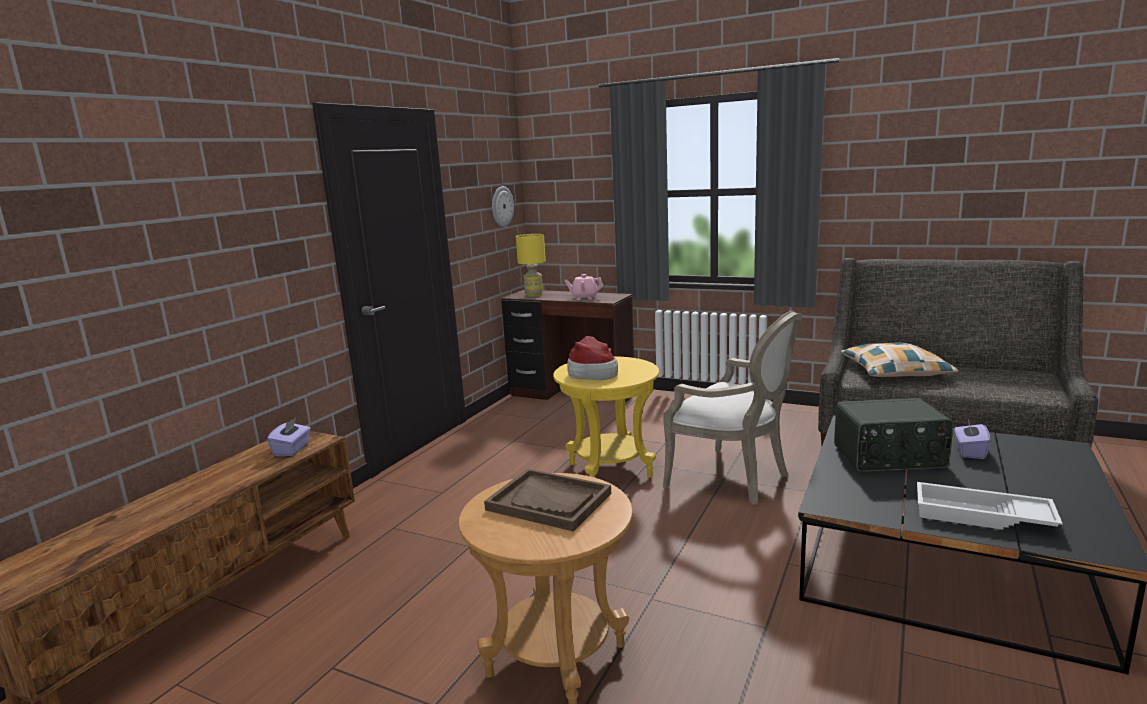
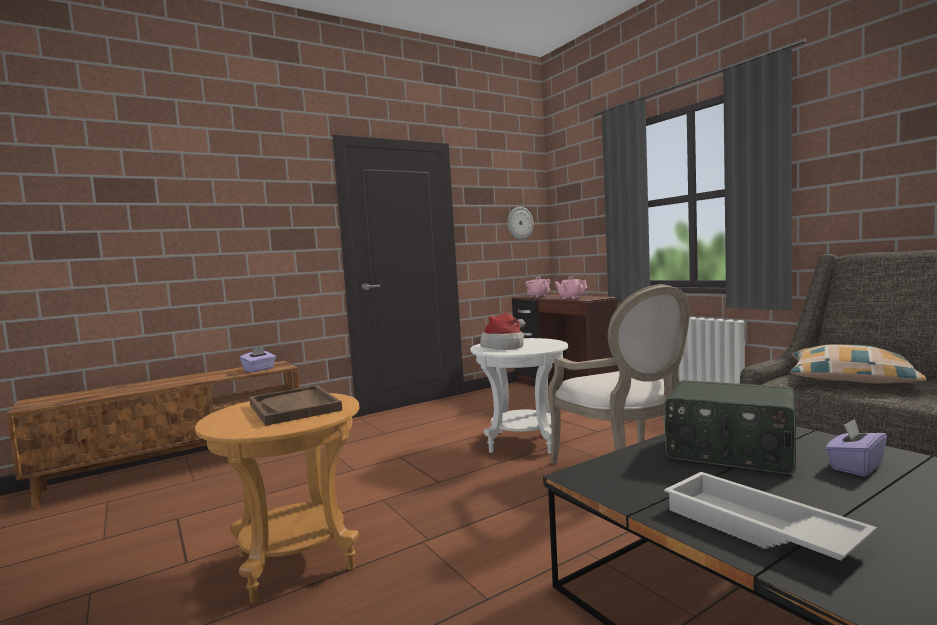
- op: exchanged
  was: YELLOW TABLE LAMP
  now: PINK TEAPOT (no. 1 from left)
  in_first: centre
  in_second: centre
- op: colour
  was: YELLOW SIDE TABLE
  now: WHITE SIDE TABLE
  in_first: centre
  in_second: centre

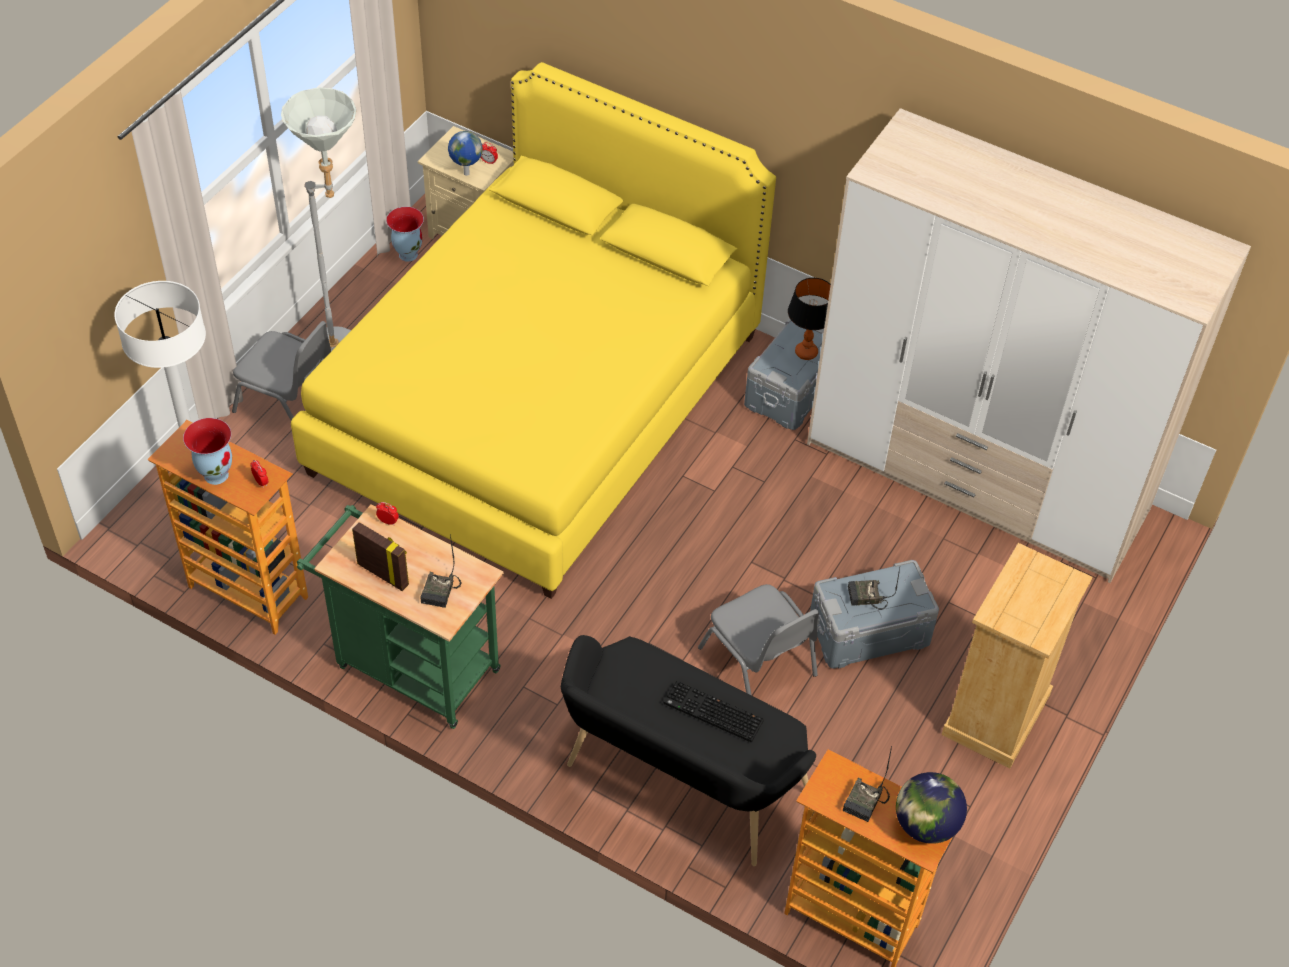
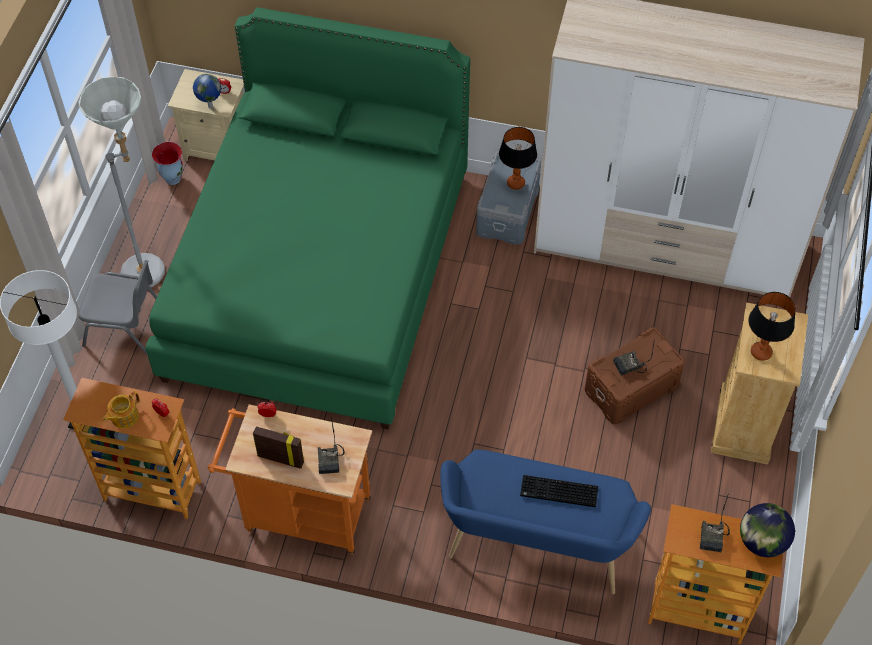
- op: missing
  was: GREY CHAIR (no. 2 from left)
  in_first: centre
- op: appeared
  now: TABLE LAMP (no. 2 from left)
  in_second: middle right
- op: exchanged
  was: VASE (no. 1 from left)
  now: TEAPOT
  in_first: middle left
  in_second: middle left
- op: colour
  was: YELLOW BED
  now: GREEN BED
  in_first: centre
  in_second: centre
- op: colour
  was: GREEN CART
  now: ORANGE CART
  in_first: middle left
  in_second: bottom left
- op: colour
  was: BLACK BENCH
  now: BLUE BENCH
  in_first: bottom centre
  in_second: bottom centre
- op: colour
  was: GREY STORAGE BOX (no. 2 from left)
  now: BROWN STORAGE BOX
  in_first: middle right
  in_second: middle right

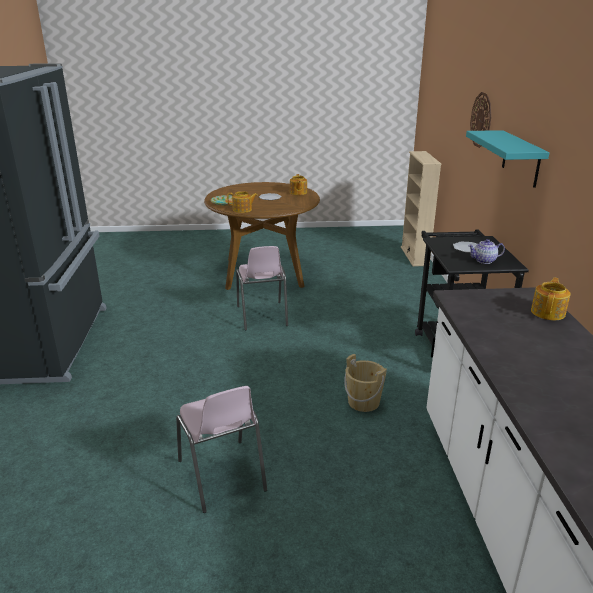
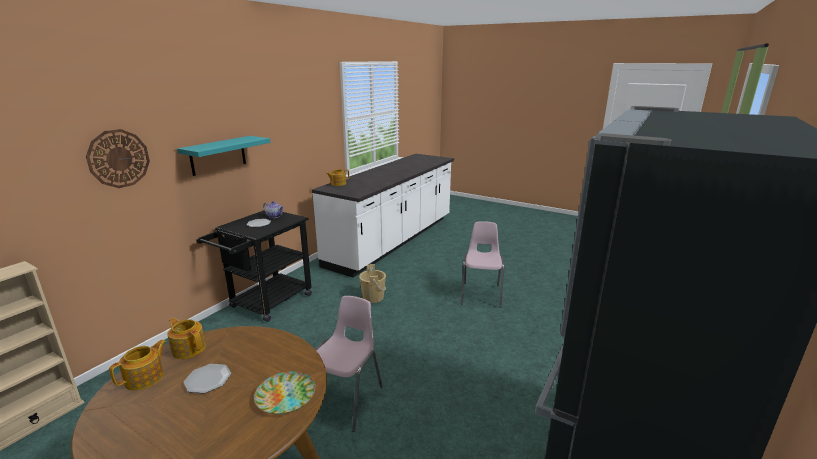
- op: relocated
  was: TEAPOT (no. 1 from left in the first image)
  now: TEAPOT (no. 2 from left)
  in_first: centre
  in_second: bottom left

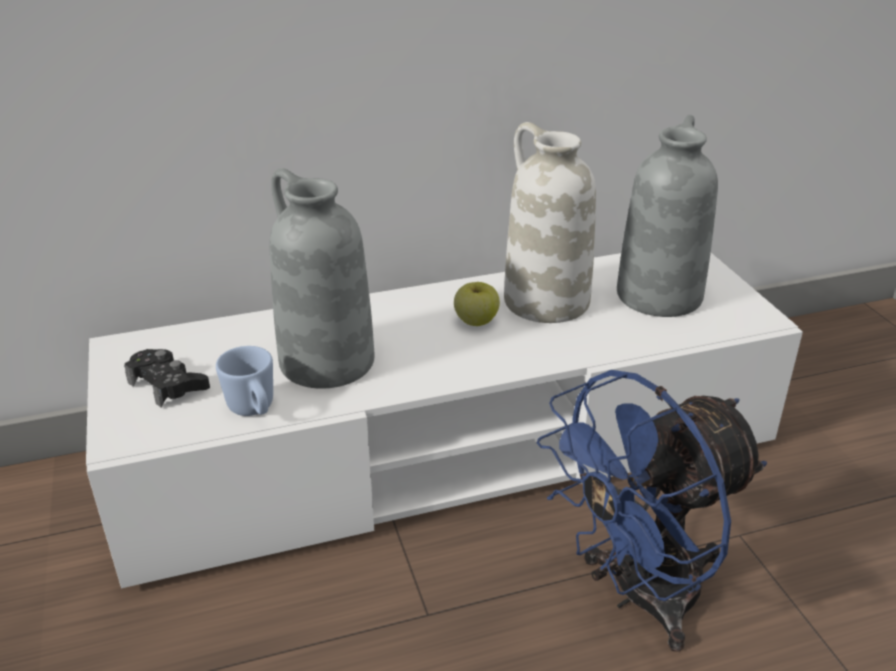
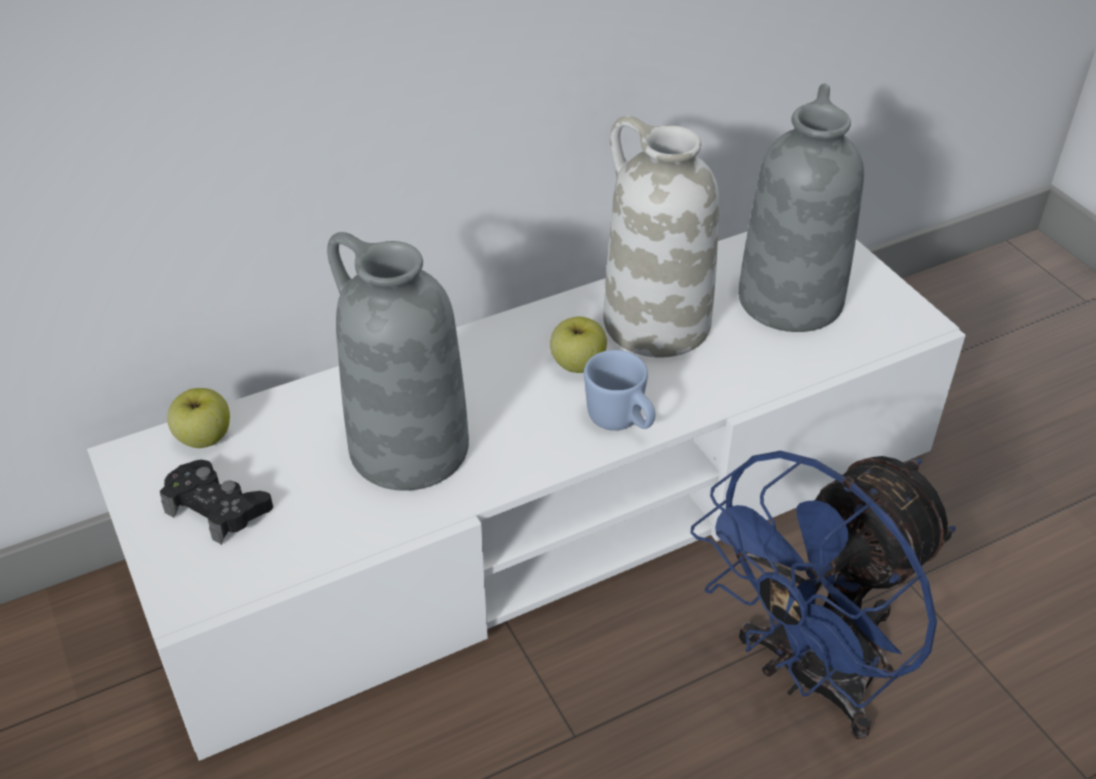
- op: appeared
  now: APPLE (no. 1 from left)
  in_second: middle left
- op: relocated
  was: BLUE MUG
  in_first: middle left
  in_second: centre

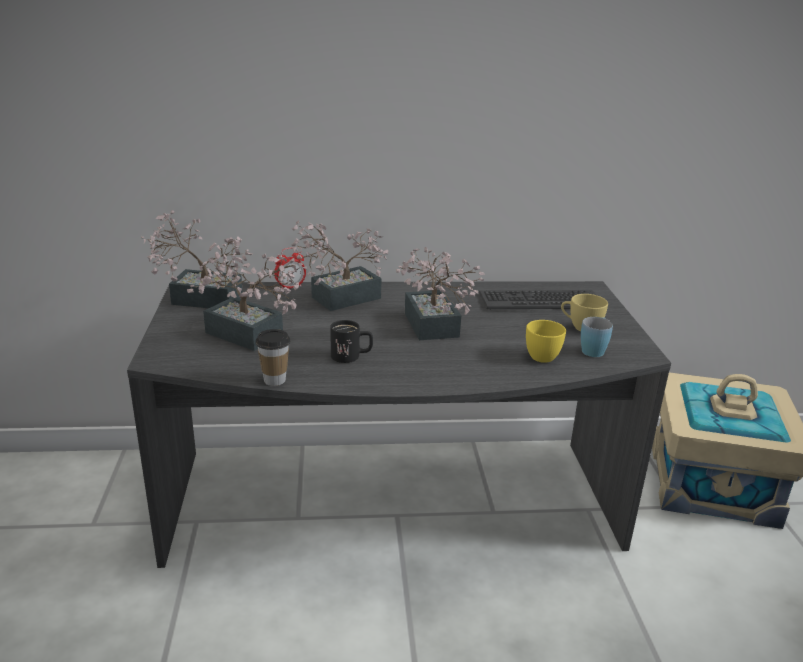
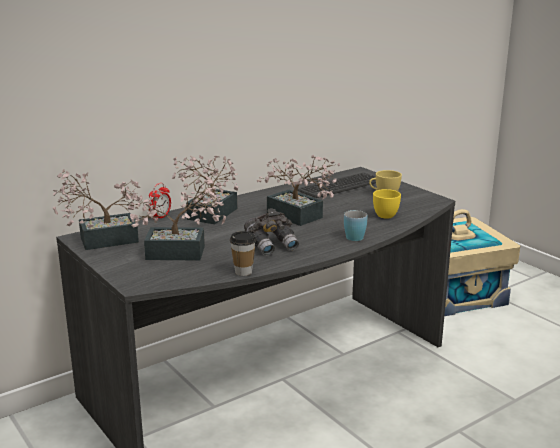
- op: relocated
  was: BLUE MUG
  in_first: middle right
  in_second: centre
- op: exchanged
  was: BLACK MUG
  now: GREY BINOCULARS
  in_first: centre
  in_second: centre

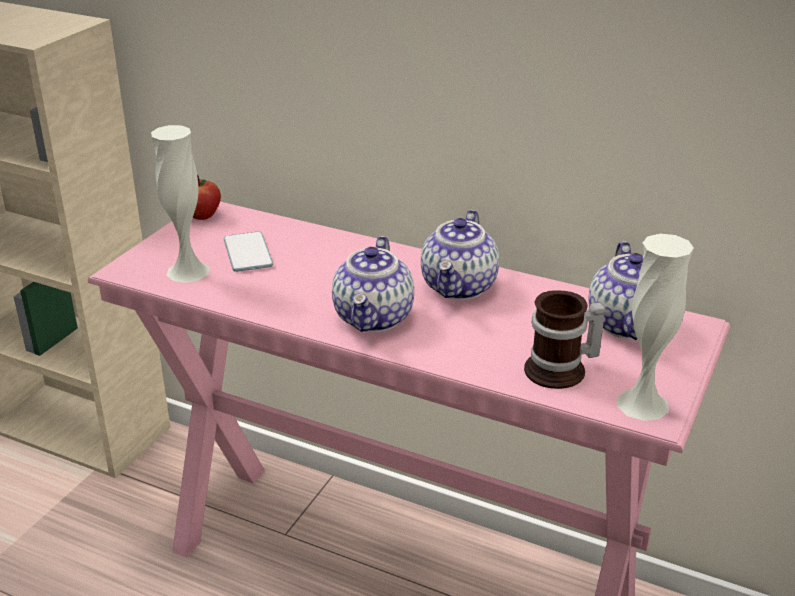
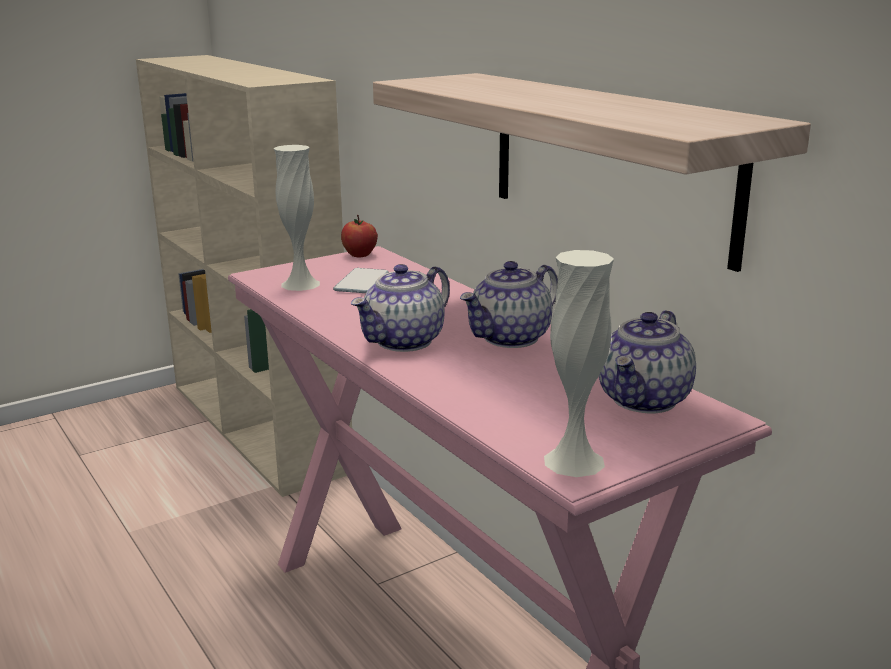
- op: missing
  was: MUG
  in_first: middle right
- op: appeared
  now: SHELF
  in_second: top centre

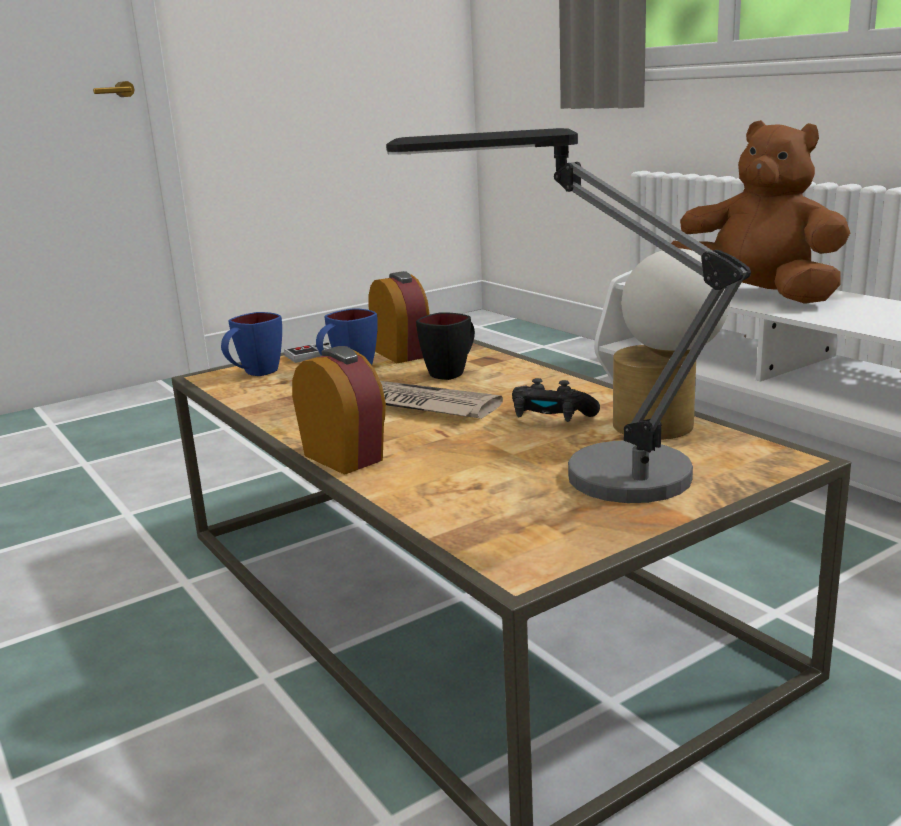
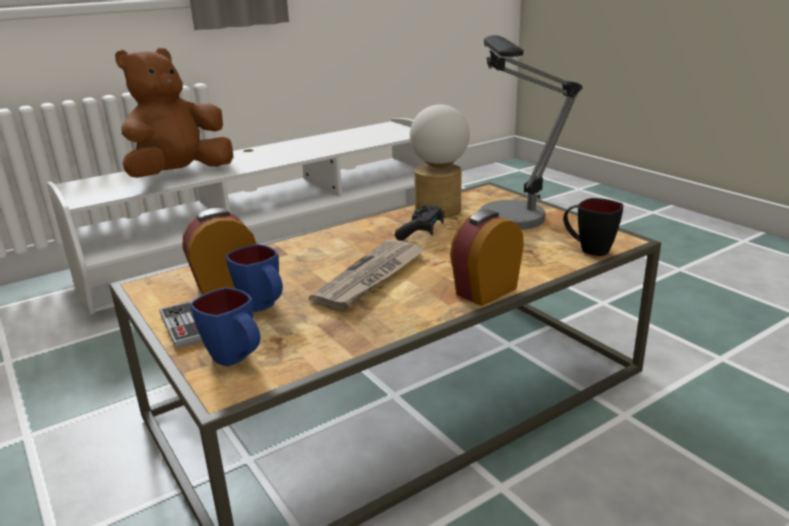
- op: relocated
  was: BLACK MUG
  in_first: centre
  in_second: middle right

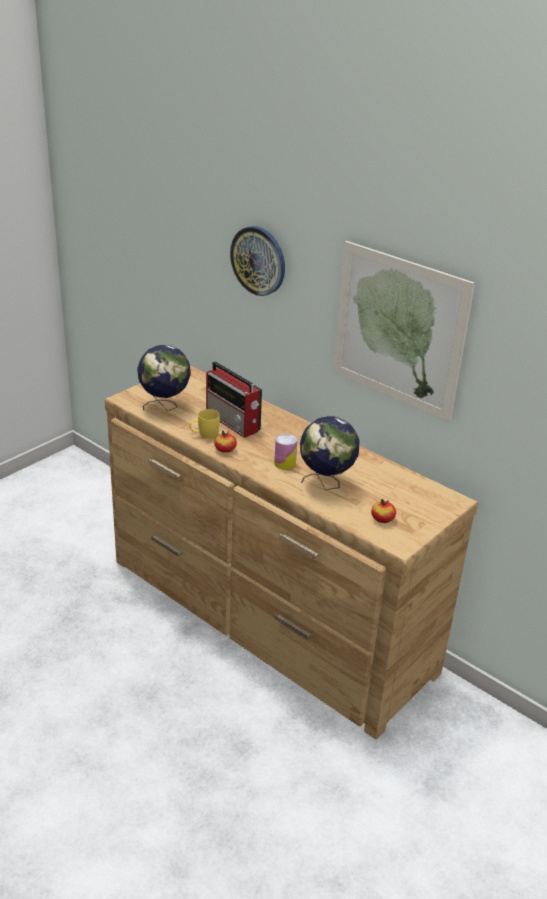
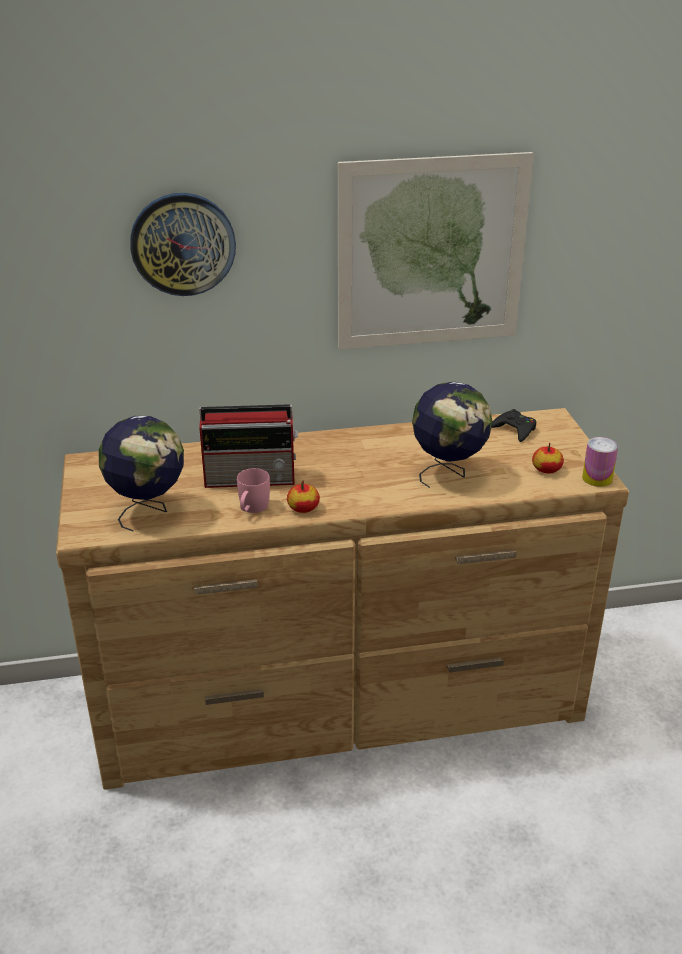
- op: appeared
  now: BLACK GAME CONTROLLER
  in_second: middle right
- op: relocated
  was: CAN
  in_first: centre
  in_second: middle right
- op: colour
  was: YELLOW MUG
  now: PINK MUG
  in_first: centre
  in_second: centre

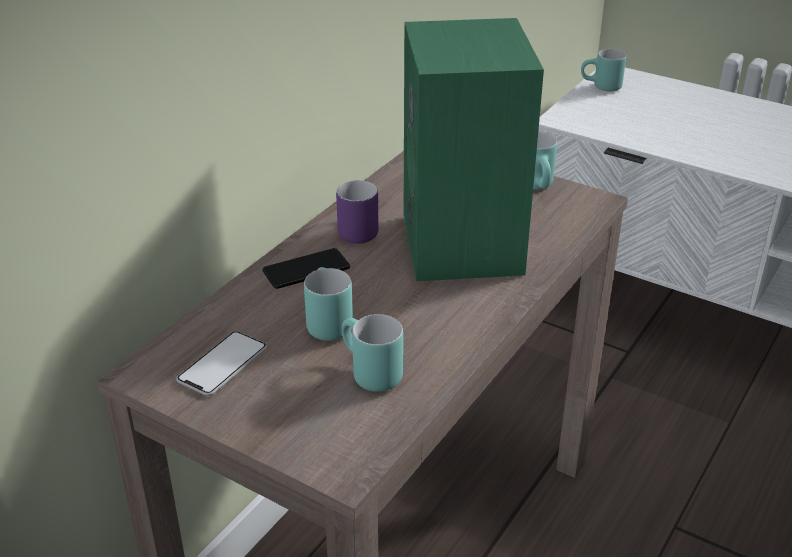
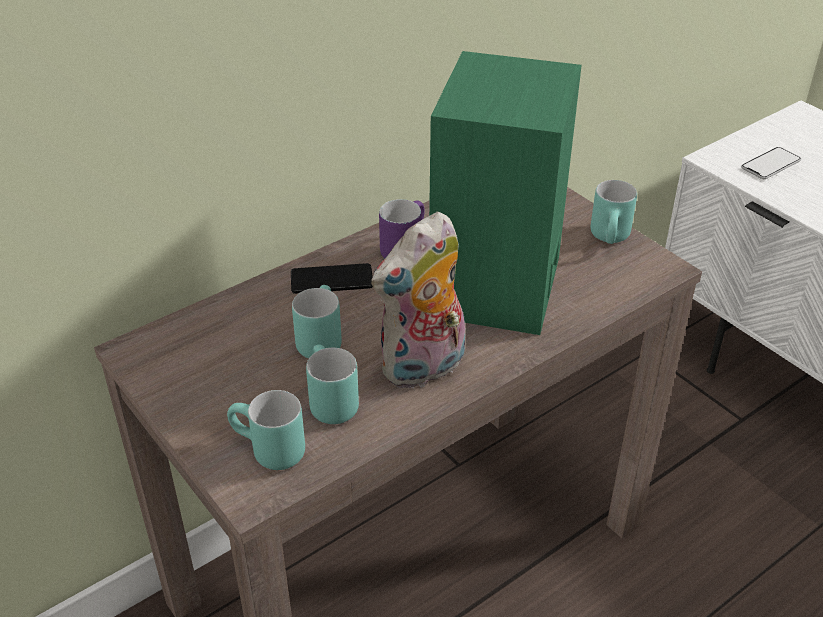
- op: appeared
  now: PLUSH TOY
  in_second: centre
- op: relocated
  was: PHONE (no. 1 from left in the first image)
  now: PHONE (no. 2 from left)
  in_first: middle left
  in_second: top right
- op: relocated
  was: TURQUOISE MUG (no. 4 from left in the first image)
  now: TURQUOISE MUG (no. 1 from left)
  in_first: top right
  in_second: bottom left

